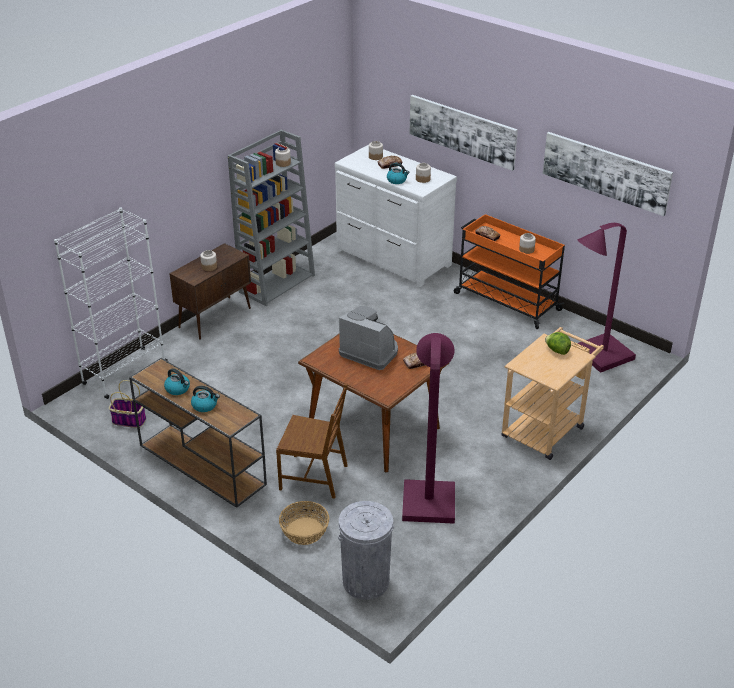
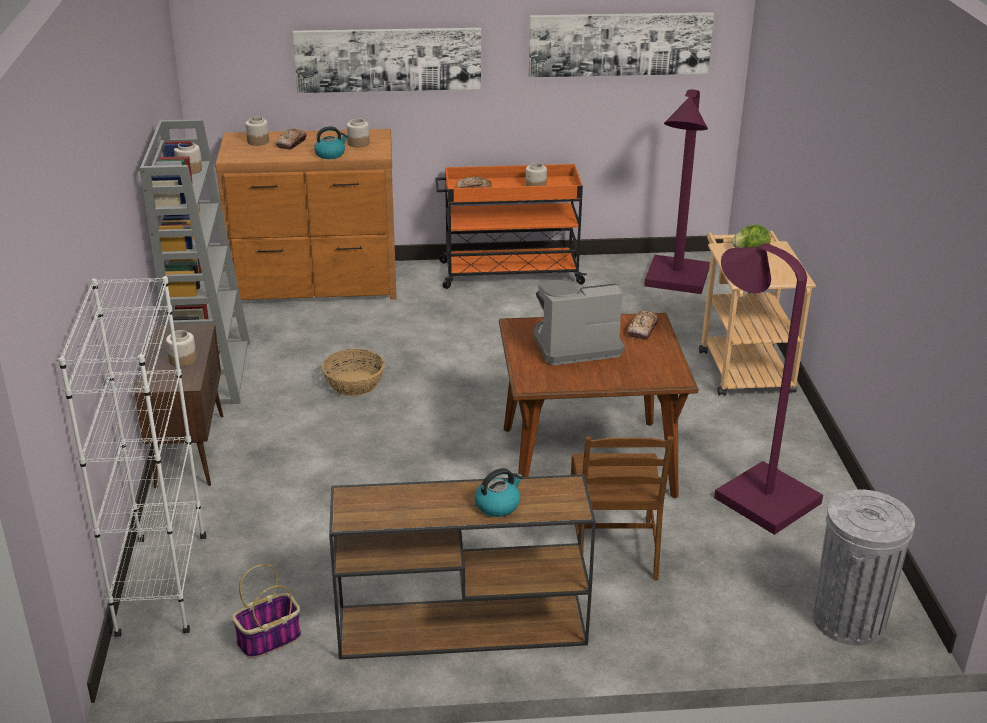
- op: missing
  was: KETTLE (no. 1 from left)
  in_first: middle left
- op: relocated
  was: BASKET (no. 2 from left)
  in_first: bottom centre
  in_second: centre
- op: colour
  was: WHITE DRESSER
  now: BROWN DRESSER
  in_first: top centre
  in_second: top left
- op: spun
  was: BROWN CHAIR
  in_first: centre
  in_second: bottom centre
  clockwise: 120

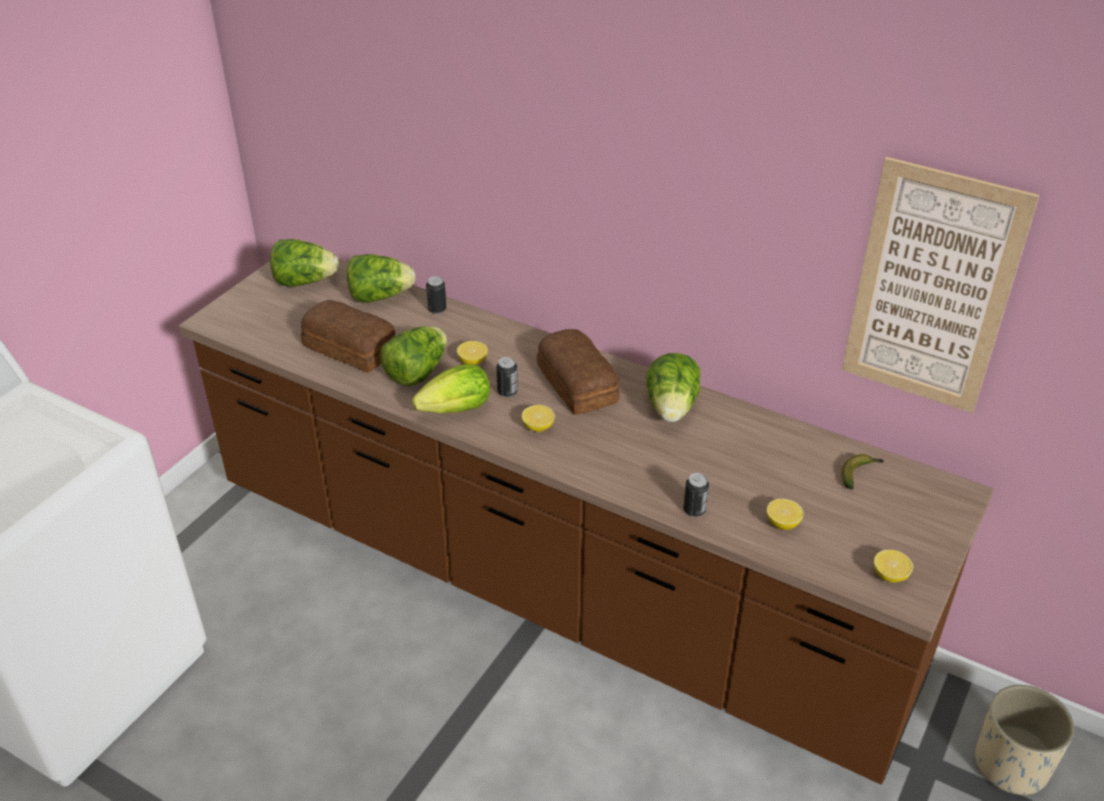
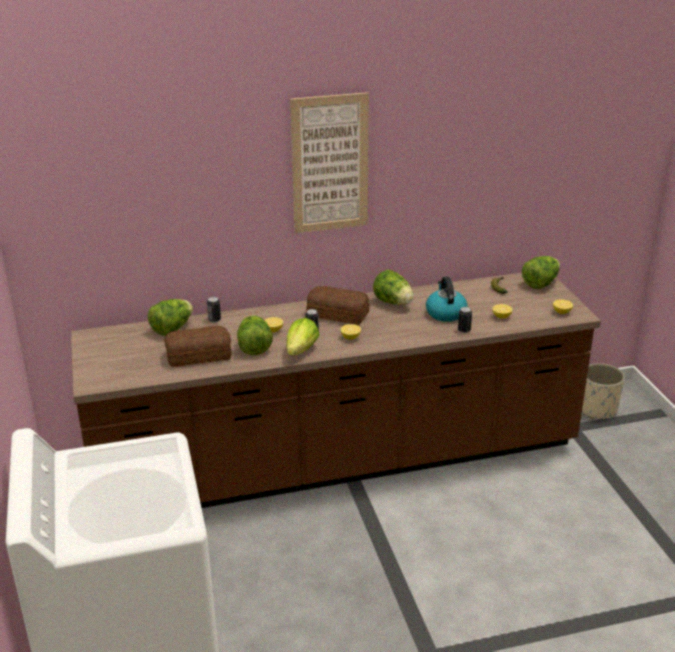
- op: appeared
  now: KETTLE
  in_second: centre
- op: relocated
  was: LETTUCE (no. 1 from left in the first image)
  now: LETTUCE (no. 5 from left)
  in_first: top left
  in_second: middle right
- op: relocated
  was: PICTURE
  in_first: middle right
  in_second: top centre

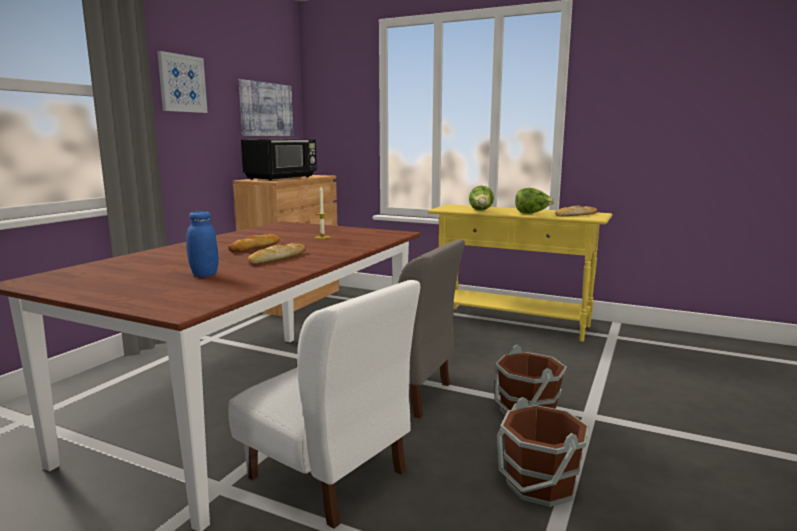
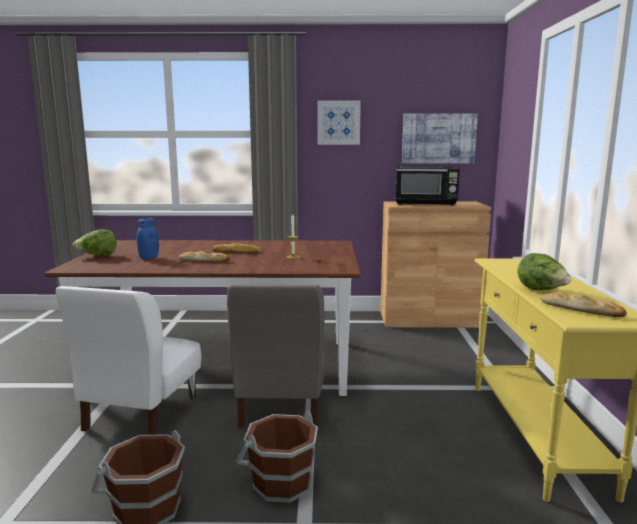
- op: relocated
  was: LETTUCE (no. 1 from left)
  in_first: centre
  in_second: middle left

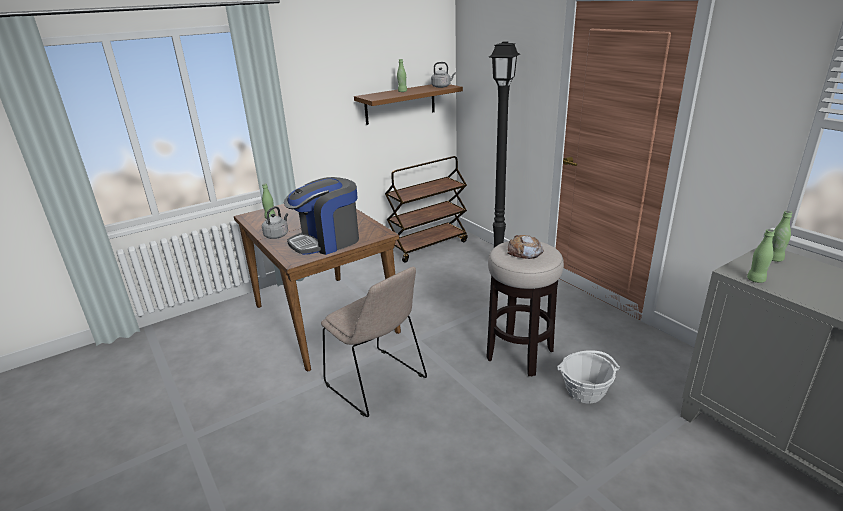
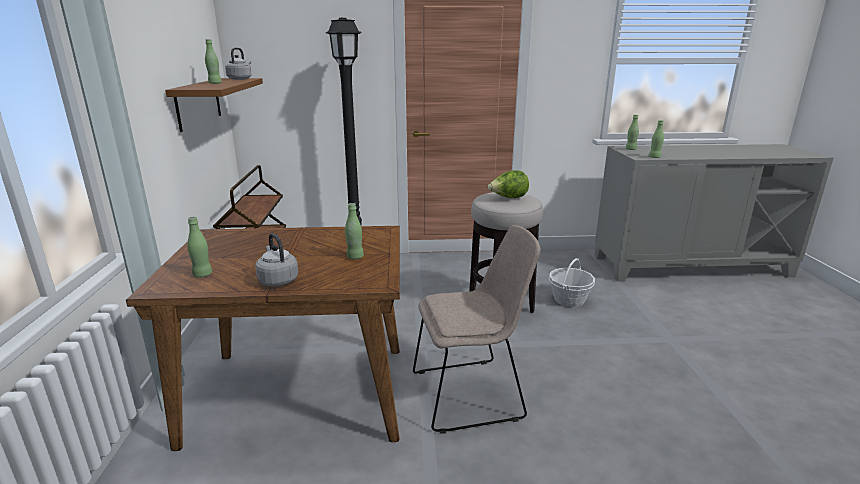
- op: exchanged
  was: COFFEE MACHINE
  now: GREEN BOTTLE (no. 3 from left)
  in_first: centre
  in_second: centre
- op: exchanged
  was: BREAD
  now: LETTUCE
  in_first: centre
  in_second: centre

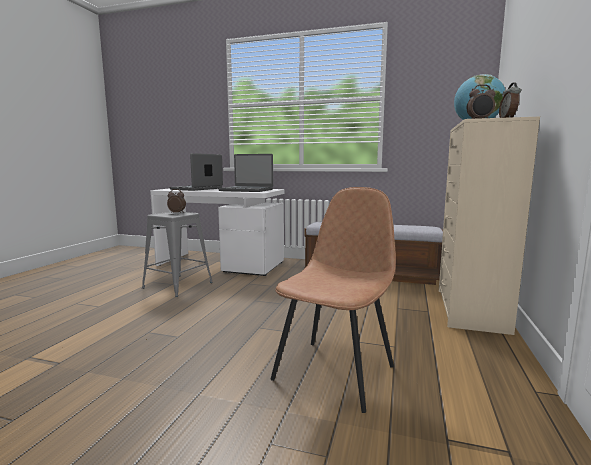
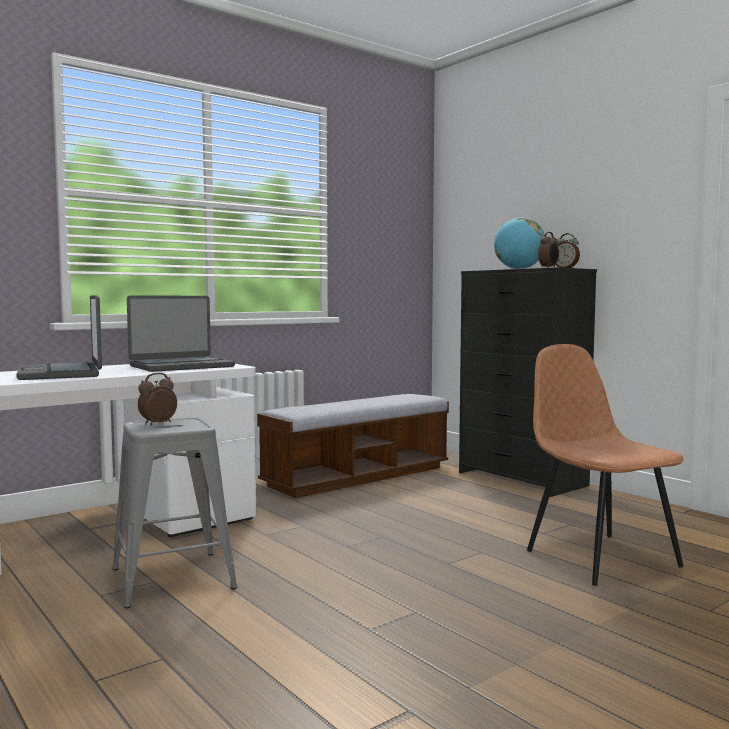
- op: colour
  was: BEIGE DRESSER
  now: BLACK DRESSER
  in_first: middle right
  in_second: middle right

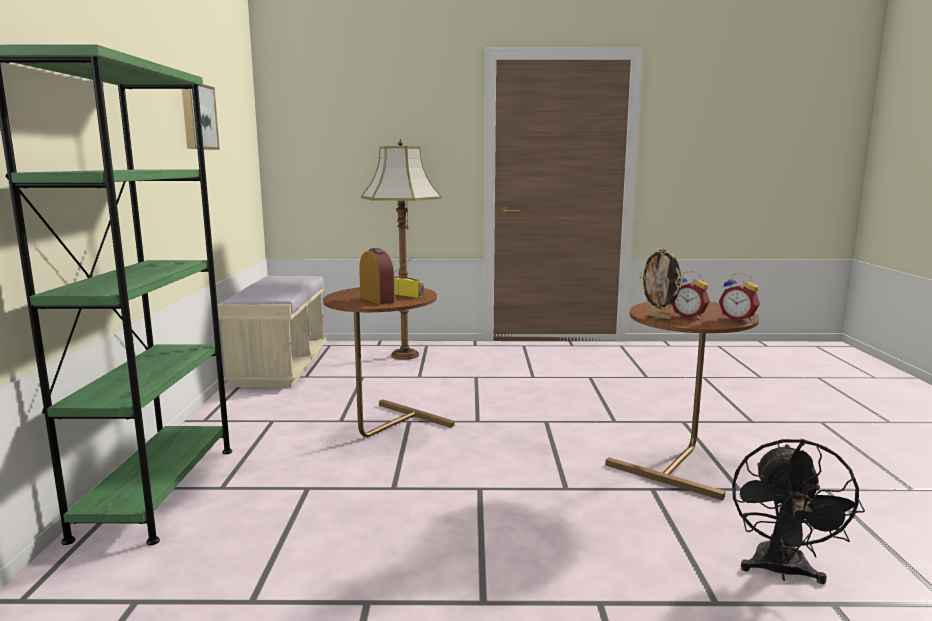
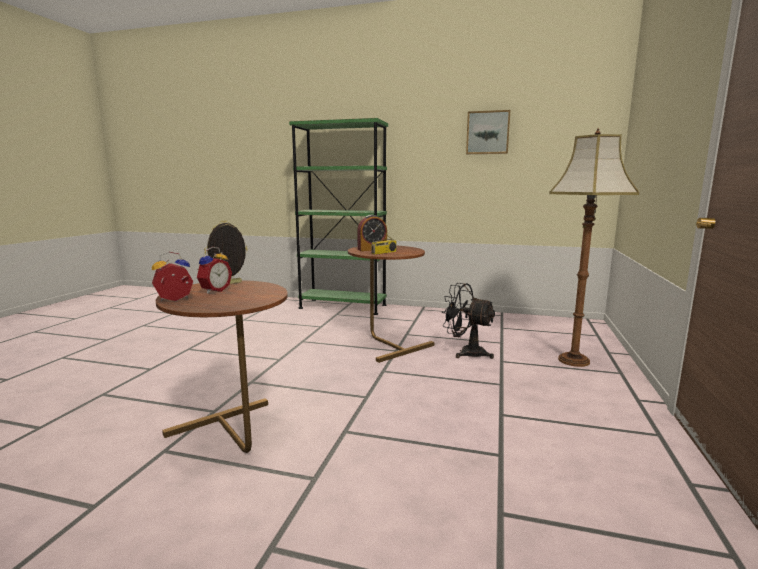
- op: missing
  was: BEIGE BENCH
  in_first: middle left
- op: relocated
  was: BLACK FAN
  in_first: bottom right
  in_second: centre
- op: spun
  was: ALARM CLOCK (no. 2 from left)
  in_first: middle right
  in_second: middle left
  clockwise: 150

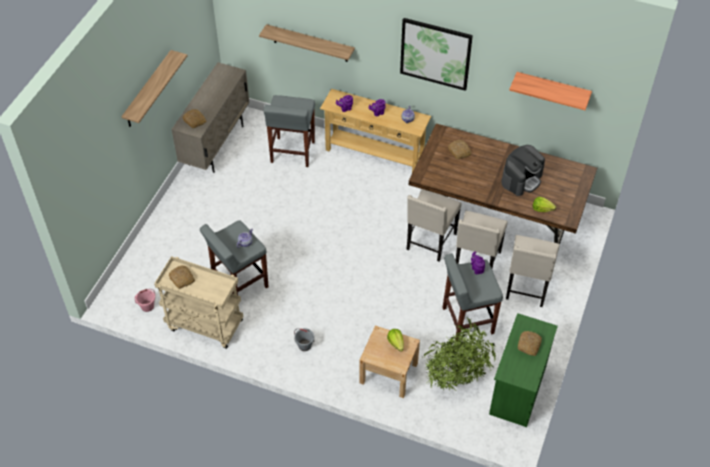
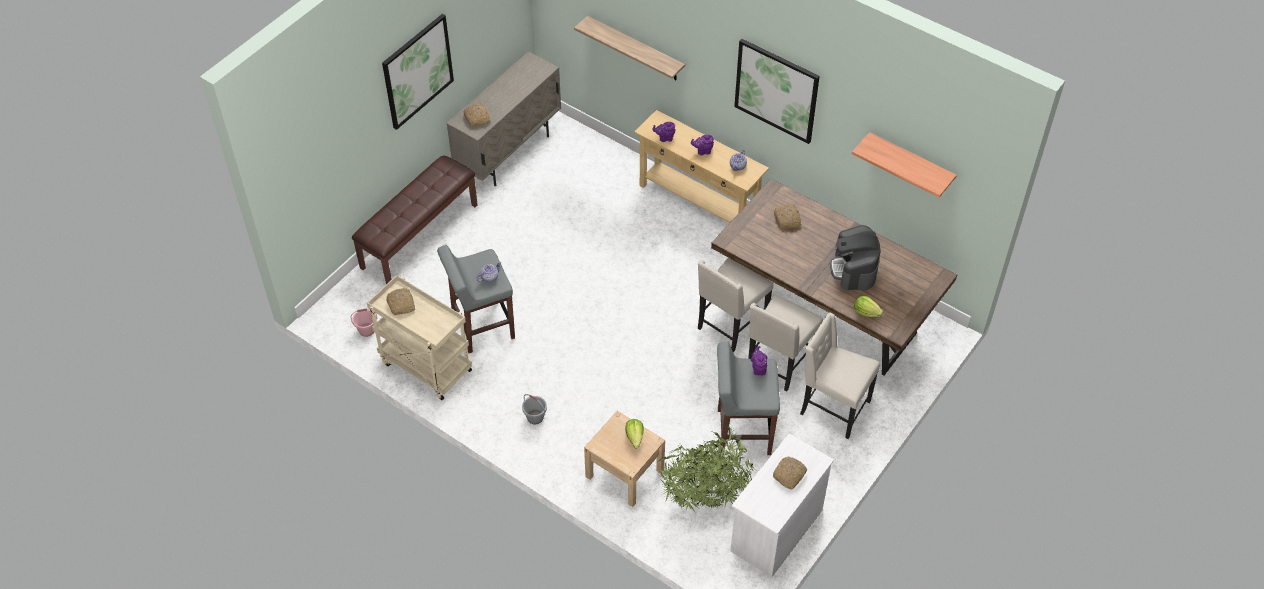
- op: missing
  was: GREY STOOL (no. 2 from left)
  in_first: top centre
- op: appeared
  now: BROWN BENCH
  in_second: middle left
- op: exchanged
  was: SHELF (no. 1 from left)
  now: PICTURE (no. 1 from left)
  in_first: top left
  in_second: top left
- op: colour
  was: GREEN DRESSER
  now: WHITE DRESSER
  in_first: bottom right
  in_second: bottom centre
- op: spun
  was: COFFEE MACHINE
  in_first: middle right
  in_second: middle right
  clockwise: 120
- op: spun
  was: BEIGE CHAIR (no. 3 from left)
  in_first: middle right
  in_second: centre
  clockwise: 90

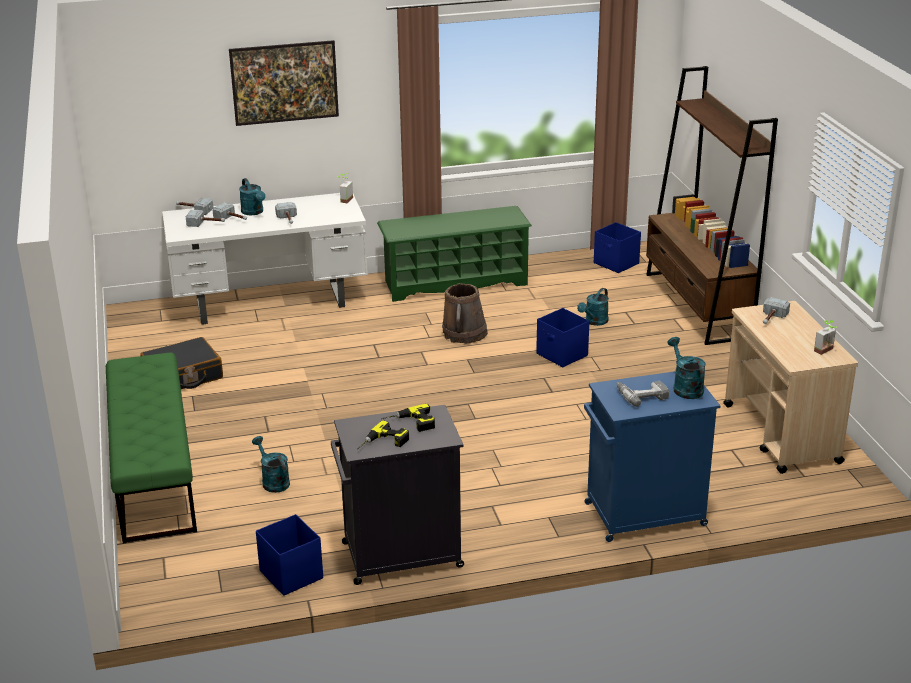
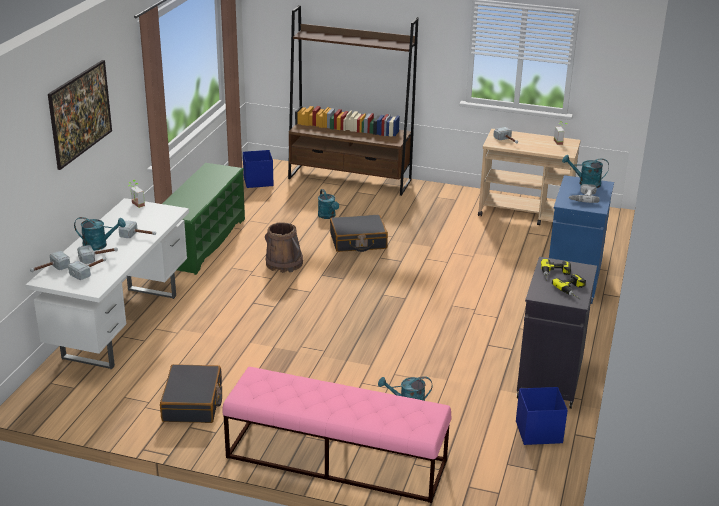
- op: exchanged
  was: BLUE STORAGE BOX (no. 2 from left)
  now: BLACK SUITCASE (no. 2 from left)
  in_first: centre
  in_second: centre
- op: colour
  was: GREEN BENCH
  now: PINK BENCH
  in_first: middle left
  in_second: bottom centre

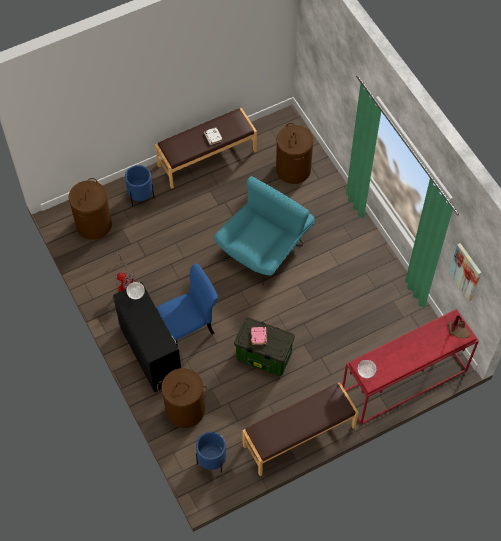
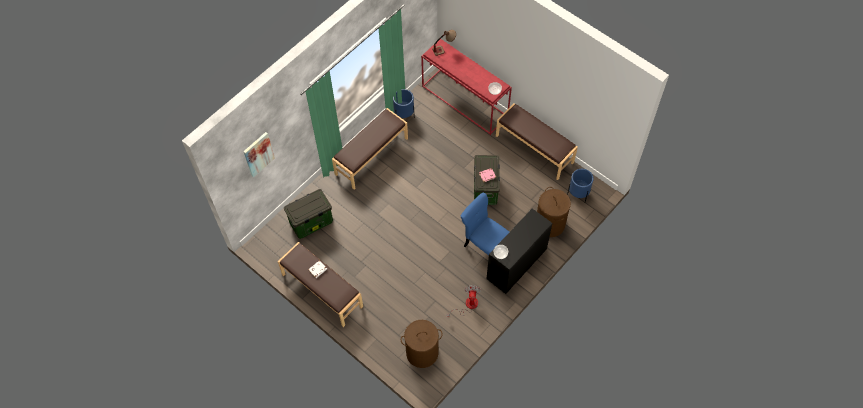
- op: missing
  was: TURQUOISE ARMCHAIR
  in_first: centre
- op: appeared
  now: BROWN BENCH (no. 2 from left)
  in_second: centre
- op: relocated
  was: BLUE PLANTER (no. 1 from left)
  in_first: middle left
  in_second: top centre
- op: relocated
  was: PICTURE
  in_first: middle right
  in_second: middle left
- op: exchanged
  was: BROWN LAUNDRY BASKET (no. 3 from left)
  now: STORAGE BOX (no. 1 from left)
  in_first: top centre
  in_second: centre

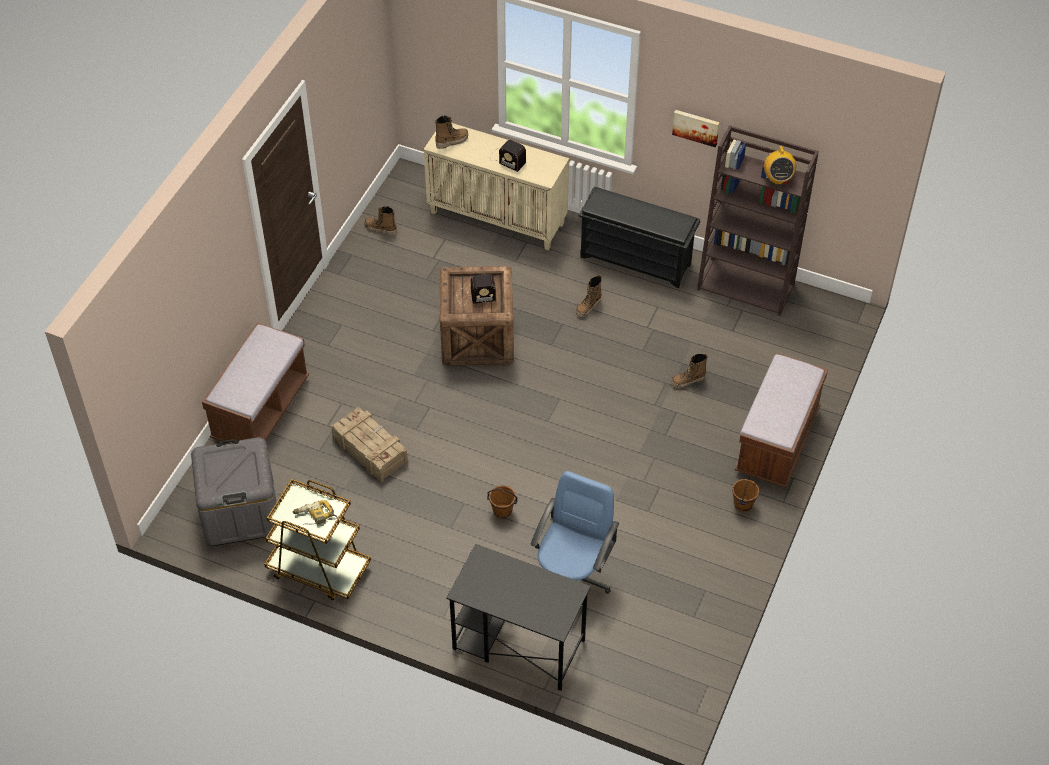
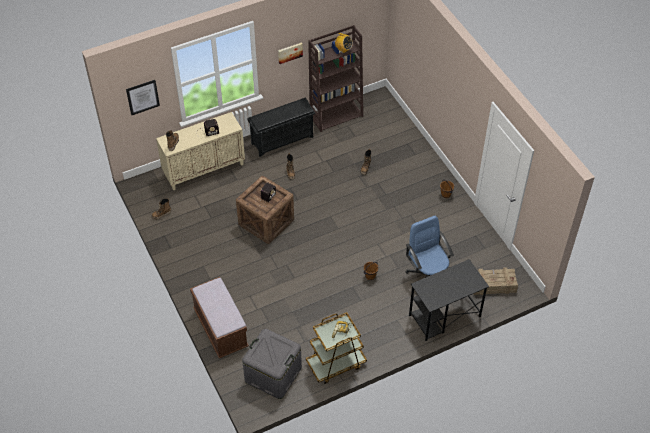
- op: missing
  was: BROWN BENCH (no. 2 from left)
  in_first: middle right
- op: appeared
  now: PICTURE (no. 1 from left)
  in_second: top left
- op: relocated
  was: CRATE (no. 1 from left in the first image)
  now: CRATE (no. 2 from left)
  in_first: centre
  in_second: middle right

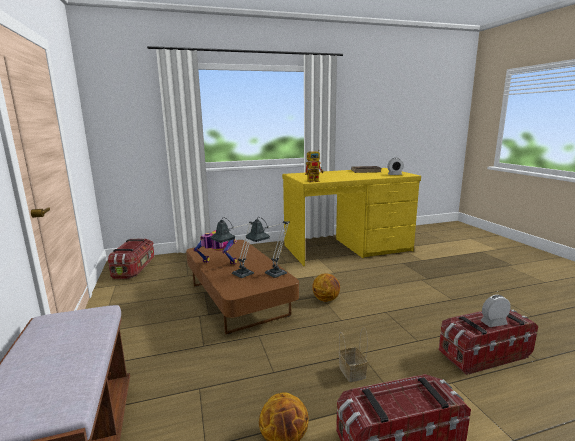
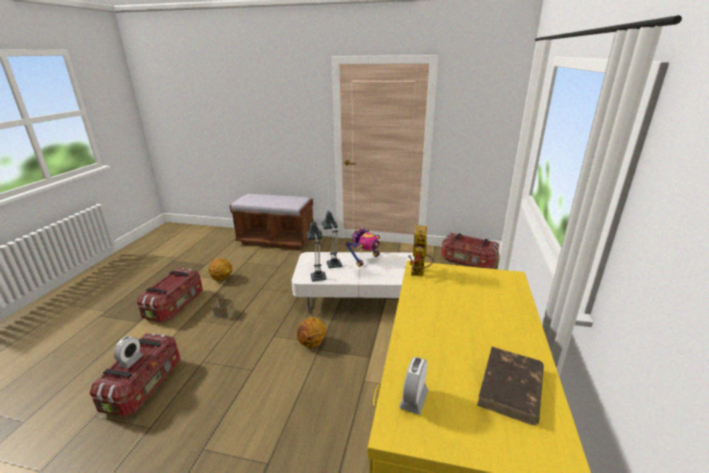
- op: colour
  was: BROWN COFFEE TABLE
  now: WHITE COFFEE TABLE
  in_first: centre
  in_second: centre

